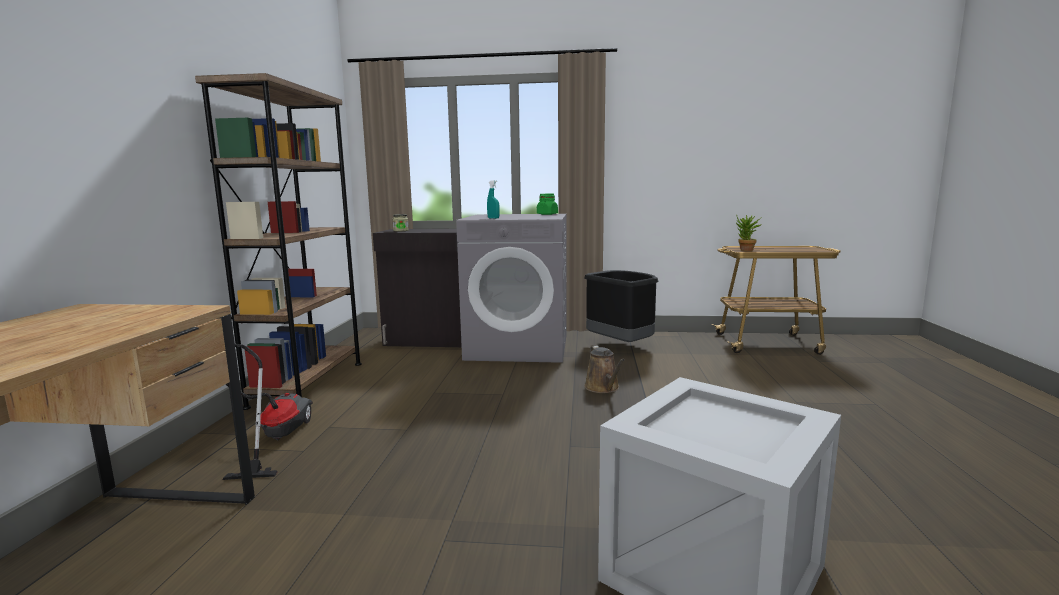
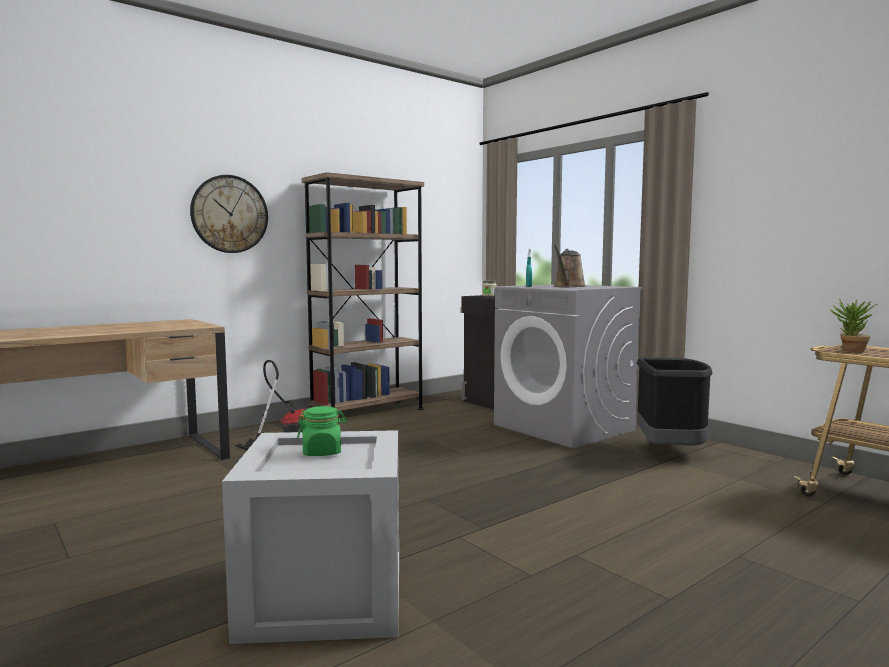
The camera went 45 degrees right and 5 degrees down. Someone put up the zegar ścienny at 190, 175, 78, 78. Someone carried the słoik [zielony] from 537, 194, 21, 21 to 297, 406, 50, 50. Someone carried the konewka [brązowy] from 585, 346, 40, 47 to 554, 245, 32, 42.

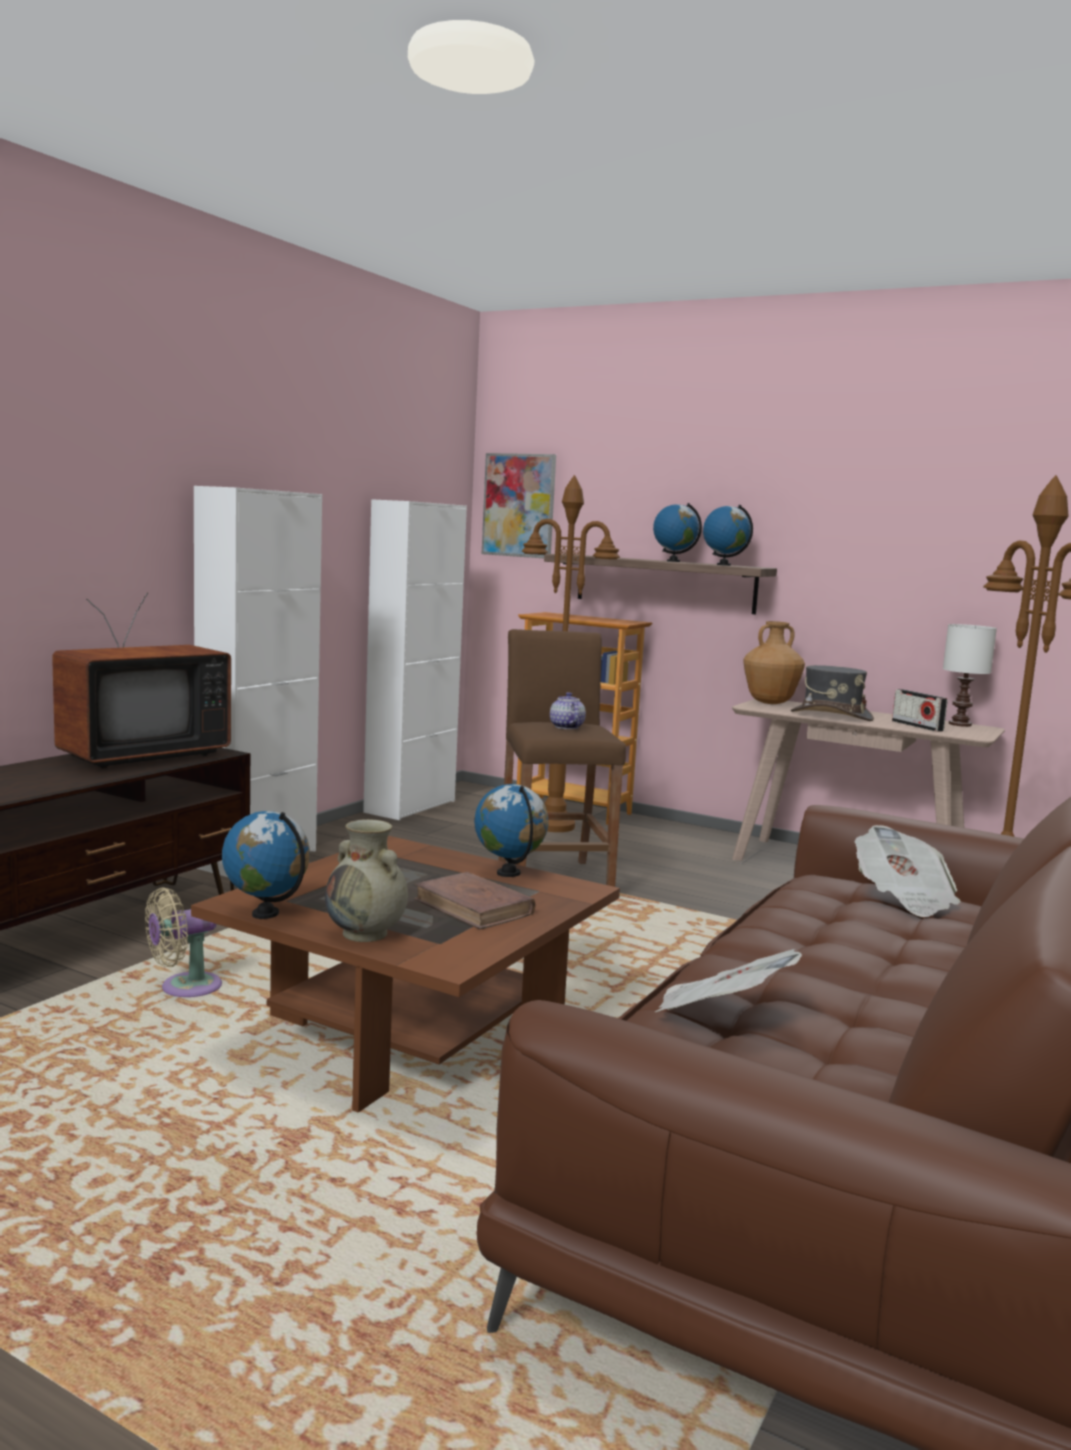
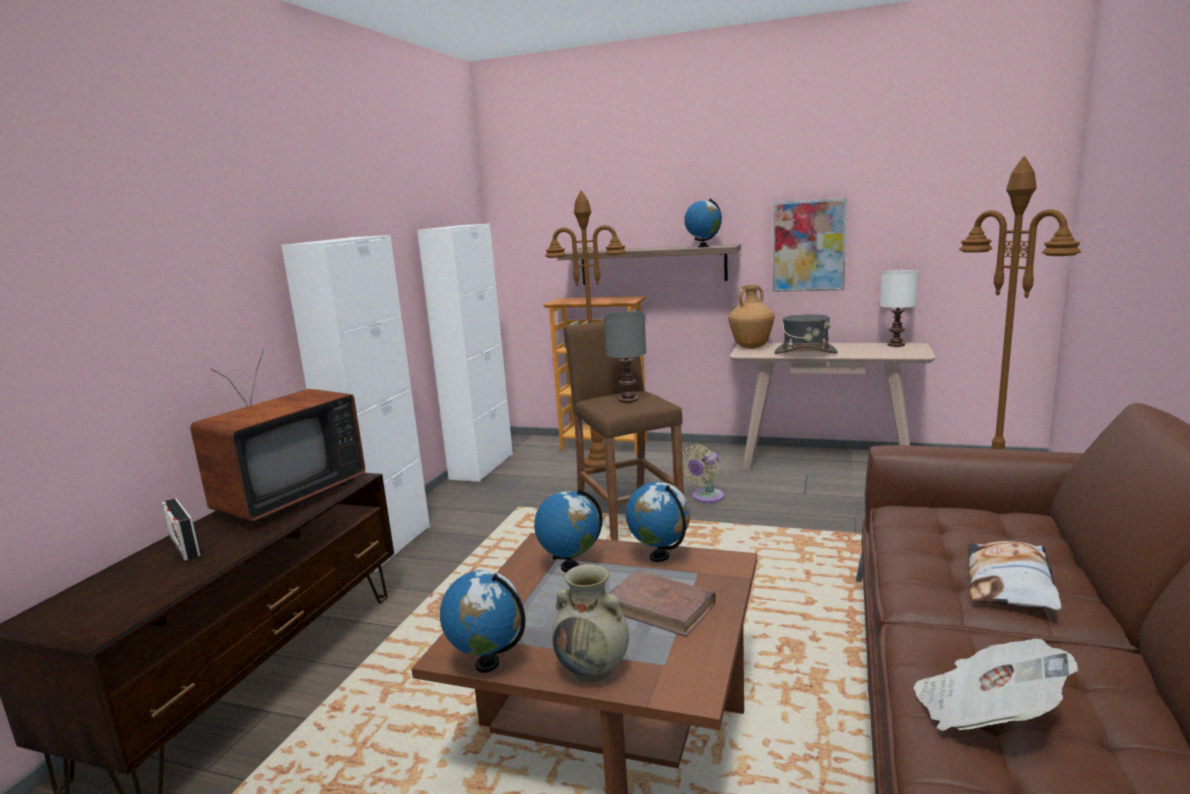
The camera went 10 degrees left and 5 degrees up. Someone took away the gazeta at 855, 825, 106, 92. Someone put down the poduszka at 968, 541, 93, 69. Someone carried the wentylator [beżowy] from 145, 887, 77, 110 to 682, 445, 42, 58. Someone carried the obraz from 482, 453, 74, 105 to 773, 198, 74, 94. Someone carried the globus from 653, 503, 49, 59 to 534, 489, 69, 83. Someone carried the radio from 892, 689, 56, 43 to 162, 498, 39, 63. Someone swapped the imbryk at 550, 692, 36, 37 for the lampa stołowa [szary] at 604, 311, 42, 92.

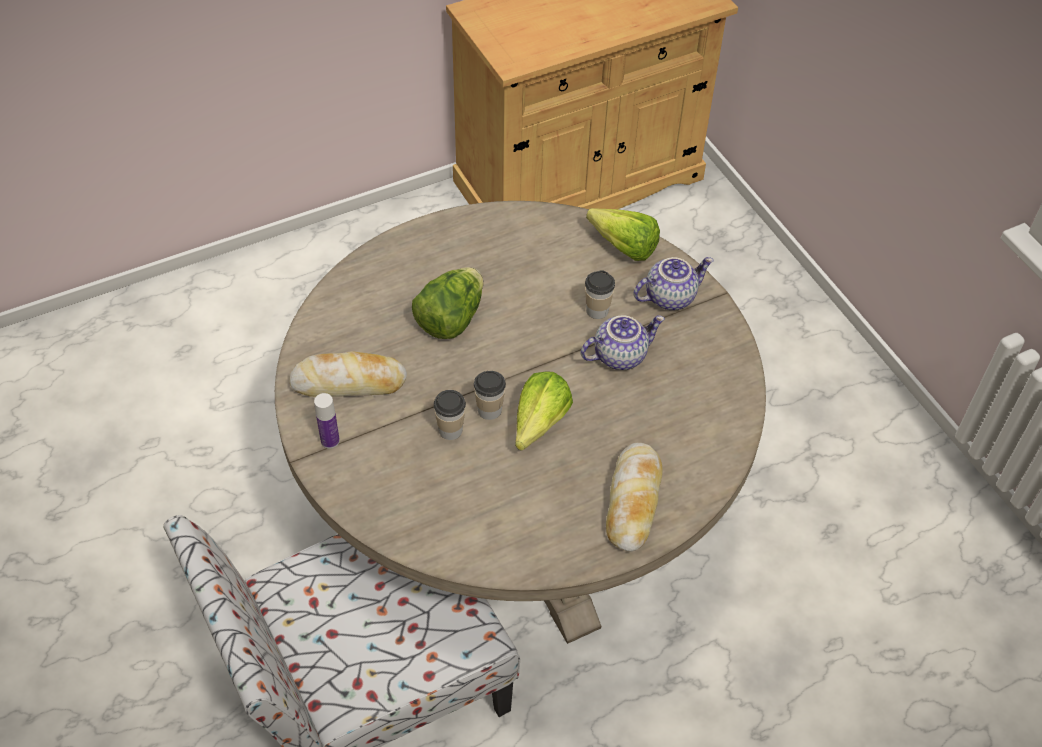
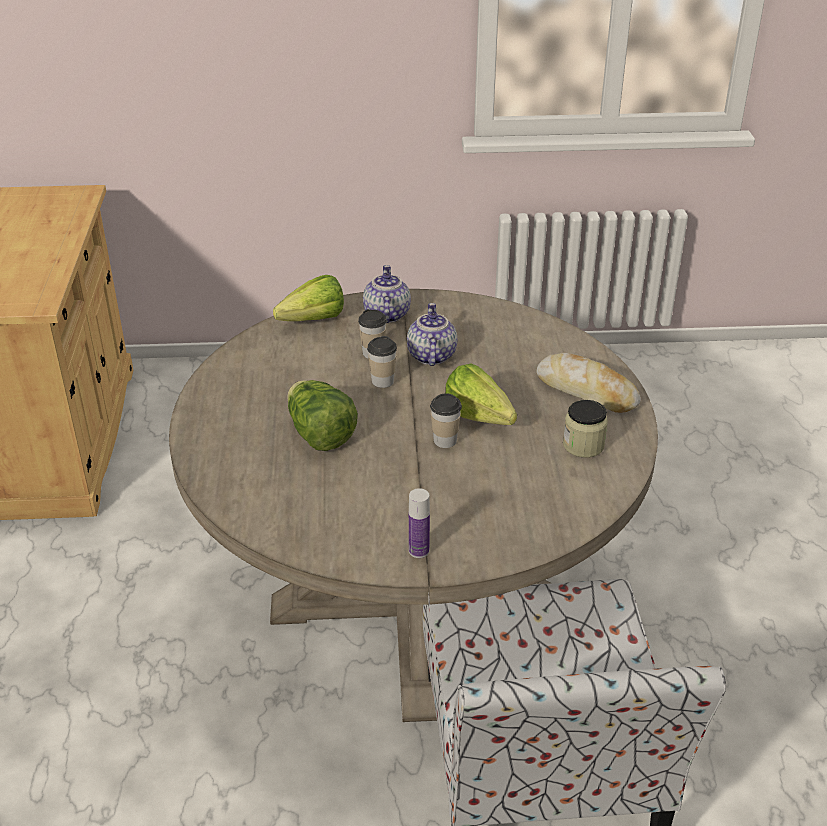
The camera went 65 degrees left and 15 degrees down. Someone took away the chleb at 289, 351, 118, 46. Someone put down the słoik at 563, 400, 45, 58. Someone carried the filiżanka from 433, 390, 33, 50 to 367, 336, 30, 52.

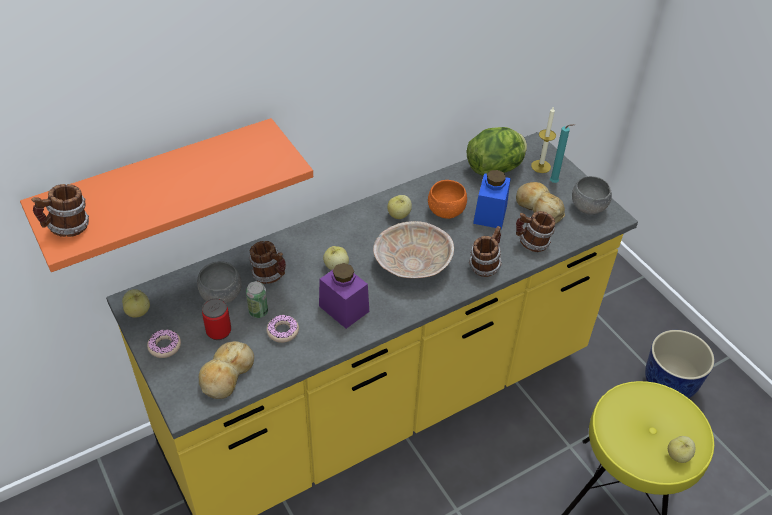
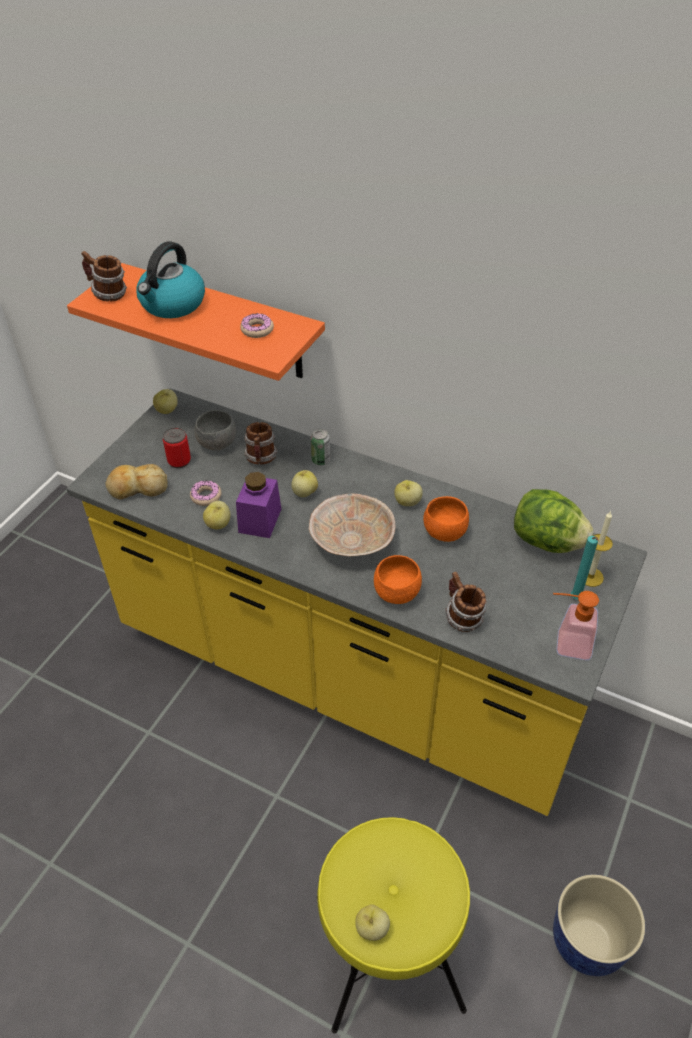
The camera went 60 degrees right and 0 degrees up. Someone took away the słoik [niebieski] at 473, 170, 38, 59. Someone took away the chleb at 516, 182, 49, 42. Someone put down the czajnik at 136, 241, 69, 77. Someone put down the jabłko at 203, 501, 28, 28. Someone carried the donut from 147, 330, 34, 28 to 240, 313, 34, 25. Someone carried the puszka from 246, 281, 22, 37 to 311, 429, 19, 36. Someone swapped the kubek at 469, 226, 33, 51 for the miska [pomarańczowy] at 374, 555, 48, 49. Someone swapped the miska [szary] at 572, 176, 40, 39 for the dozownik mydła at 553, 591, 46, 69.

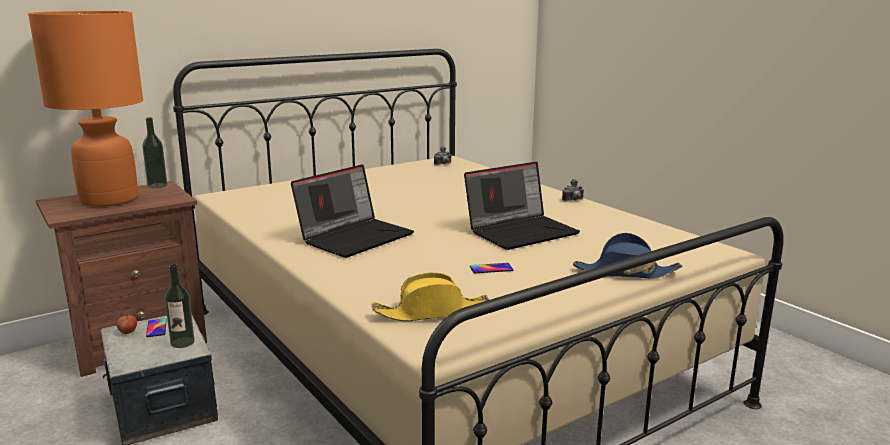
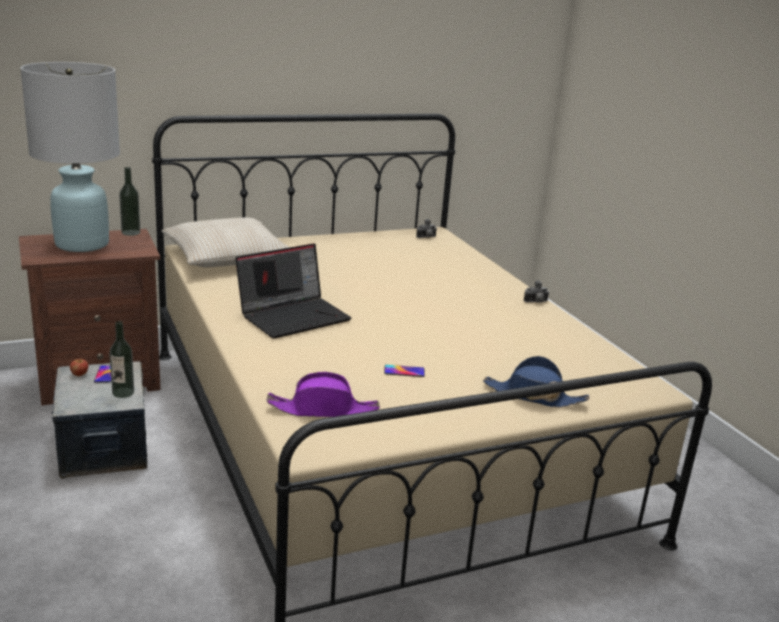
The camera went 10 degrees right and 5 degrees up. Someone took away the laptop at 464, 162, 116, 88. Someone put down the poduszka [beżowy] at 162, 217, 128, 50. Someone repainted the lampa stołowa [pomarańczowy] at 28, 11, 115, 196, which became the lampa stołowa [biały] at 20, 62, 100, 190. Someone repainted the kapelusz [żółty] at 372, 273, 118, 49, which became the kapelusz [fioletowy] at 267, 372, 113, 45.

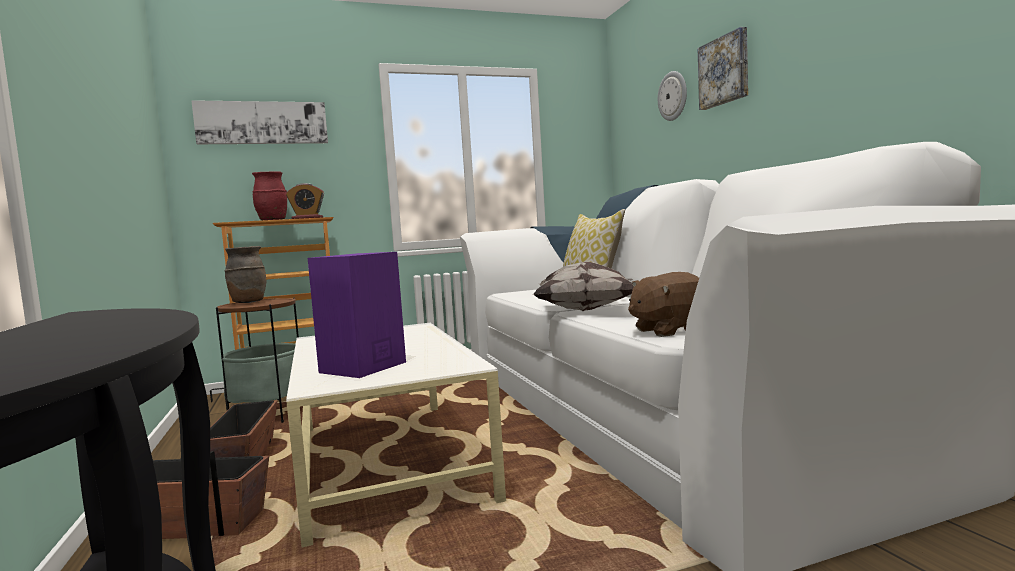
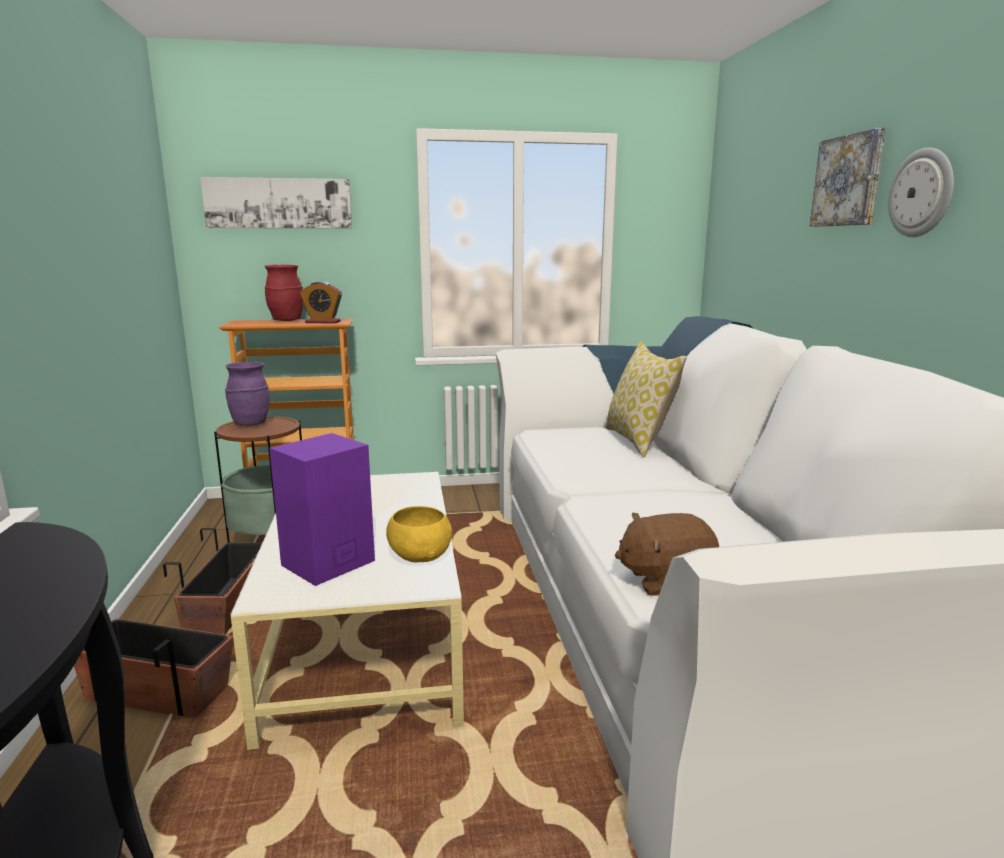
The camera went 10 degrees right and 10 degrees up. Someone took away the poduszka at 534, 262, 100, 50. Someone put down the miska [żółty] at 386, 506, 66, 56. Someone carried the zegar ścienny from 658, 71, 29, 50 to 888, 147, 66, 90. Someone repainted the wazon [brązowy] at 224, 246, 42, 57, which became the wazon [fioletowy] at 225, 362, 45, 64.

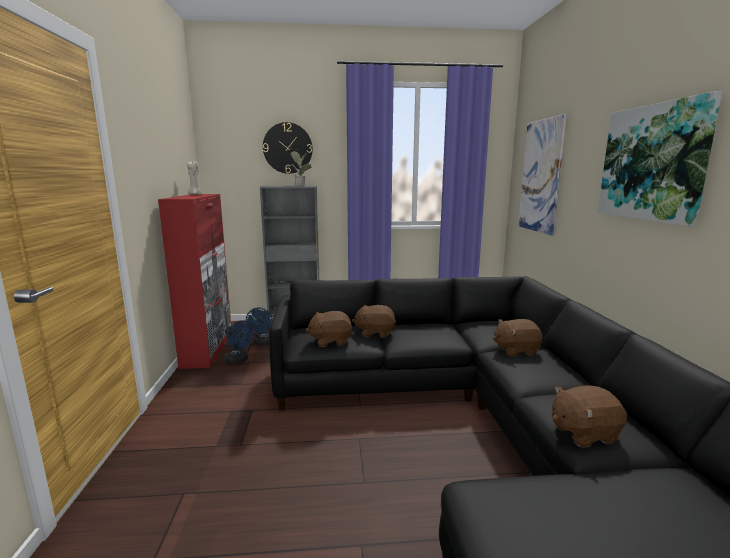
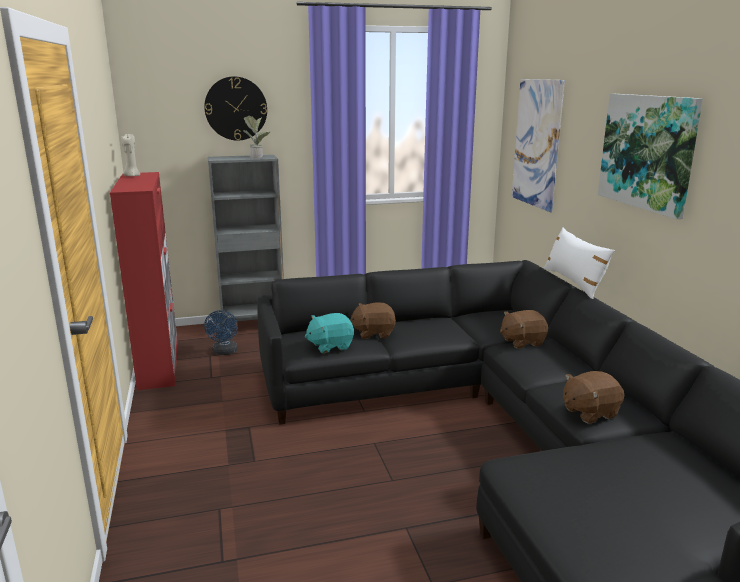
The camera went 10 degrees left and 5 degrees up. Someone took away the wentylator [niebieski] at 224, 320, 30, 44. Someone put down the poduszka [biały] at 543, 227, 72, 72. Someone repainted the pluszak [brązowy] at 306, 311, 46, 36, which became the pluszak [turkusowy] at 304, 313, 50, 40.

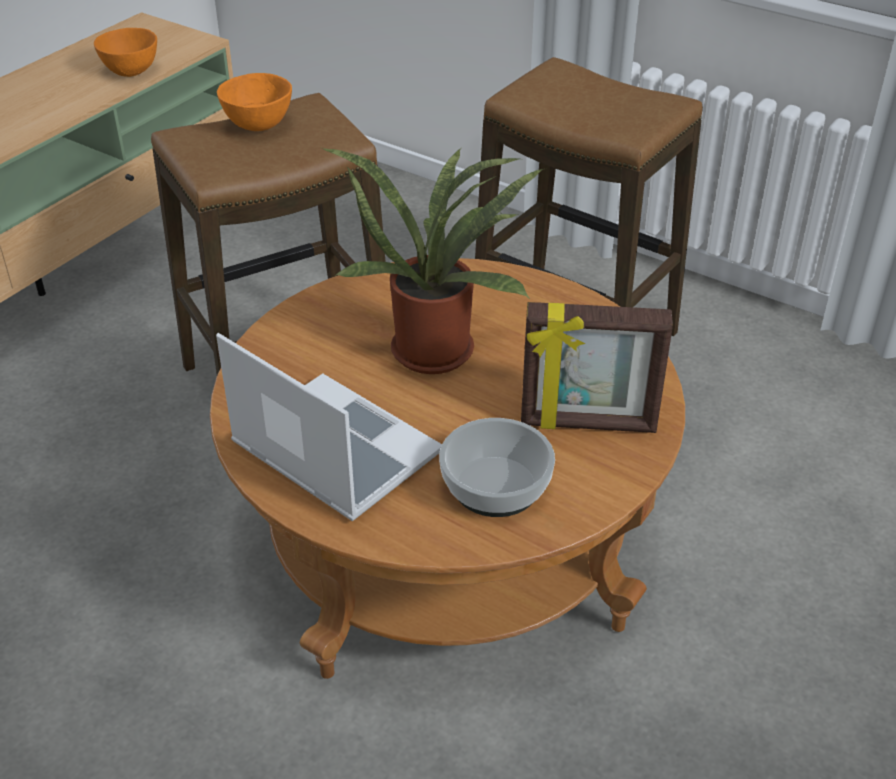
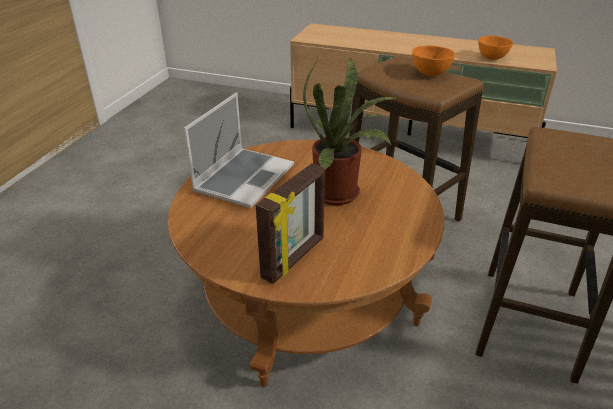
The camera went 75 degrees right and 5 degrees down. Someone took away the miska at 439, 418, 116, 99. Someone rotated the ramka na zdjęcie at 521, 302, 152, 131 by 135 degrees counterclockwise.

